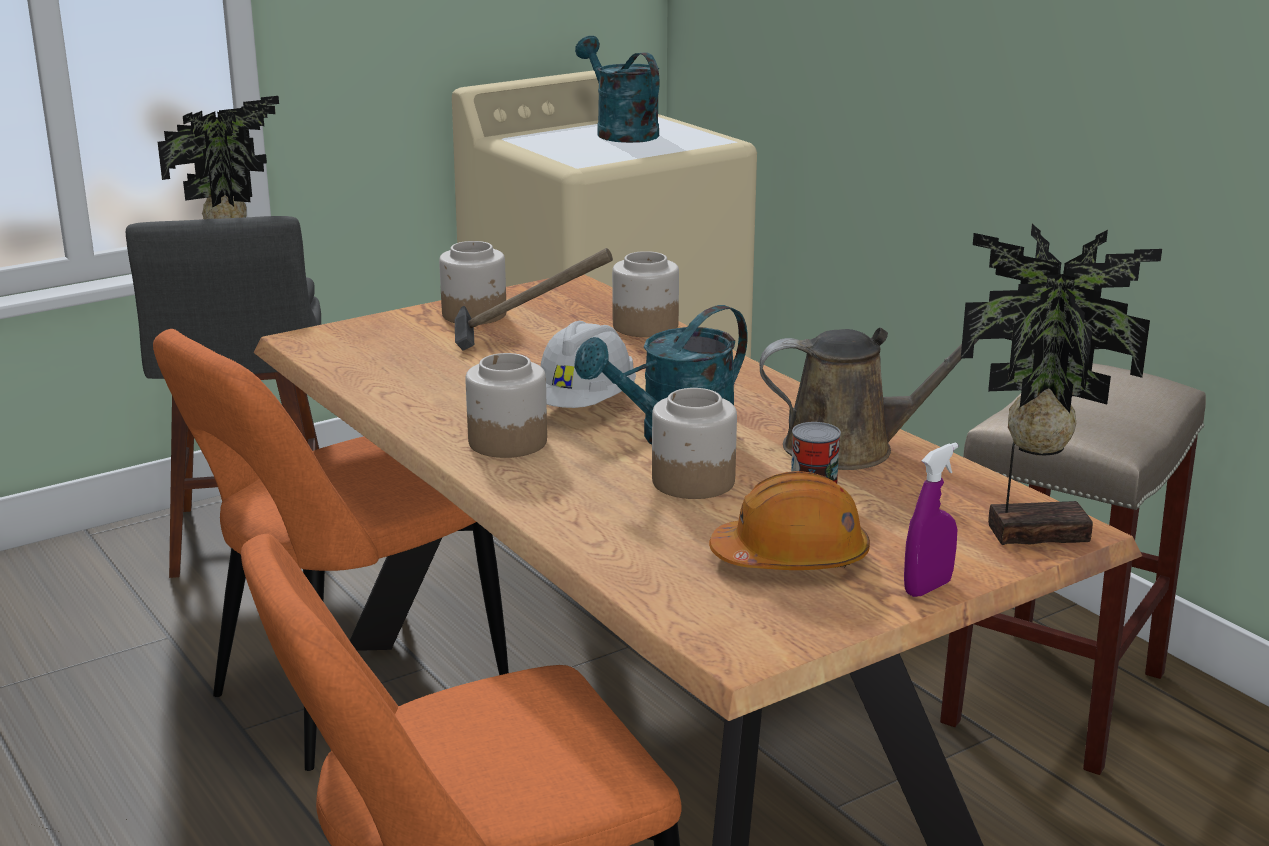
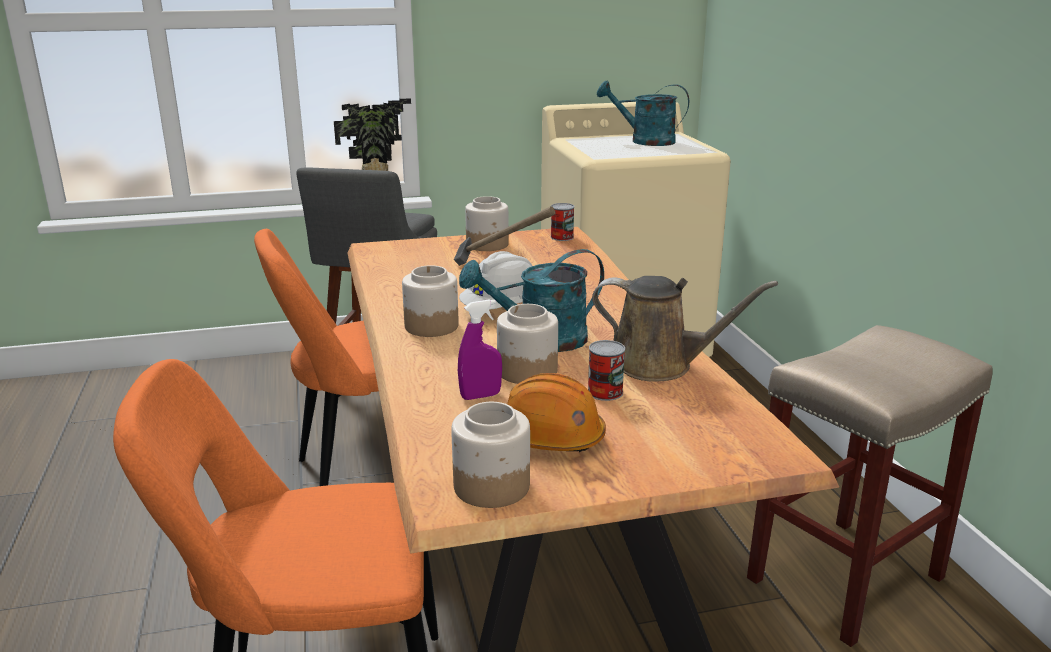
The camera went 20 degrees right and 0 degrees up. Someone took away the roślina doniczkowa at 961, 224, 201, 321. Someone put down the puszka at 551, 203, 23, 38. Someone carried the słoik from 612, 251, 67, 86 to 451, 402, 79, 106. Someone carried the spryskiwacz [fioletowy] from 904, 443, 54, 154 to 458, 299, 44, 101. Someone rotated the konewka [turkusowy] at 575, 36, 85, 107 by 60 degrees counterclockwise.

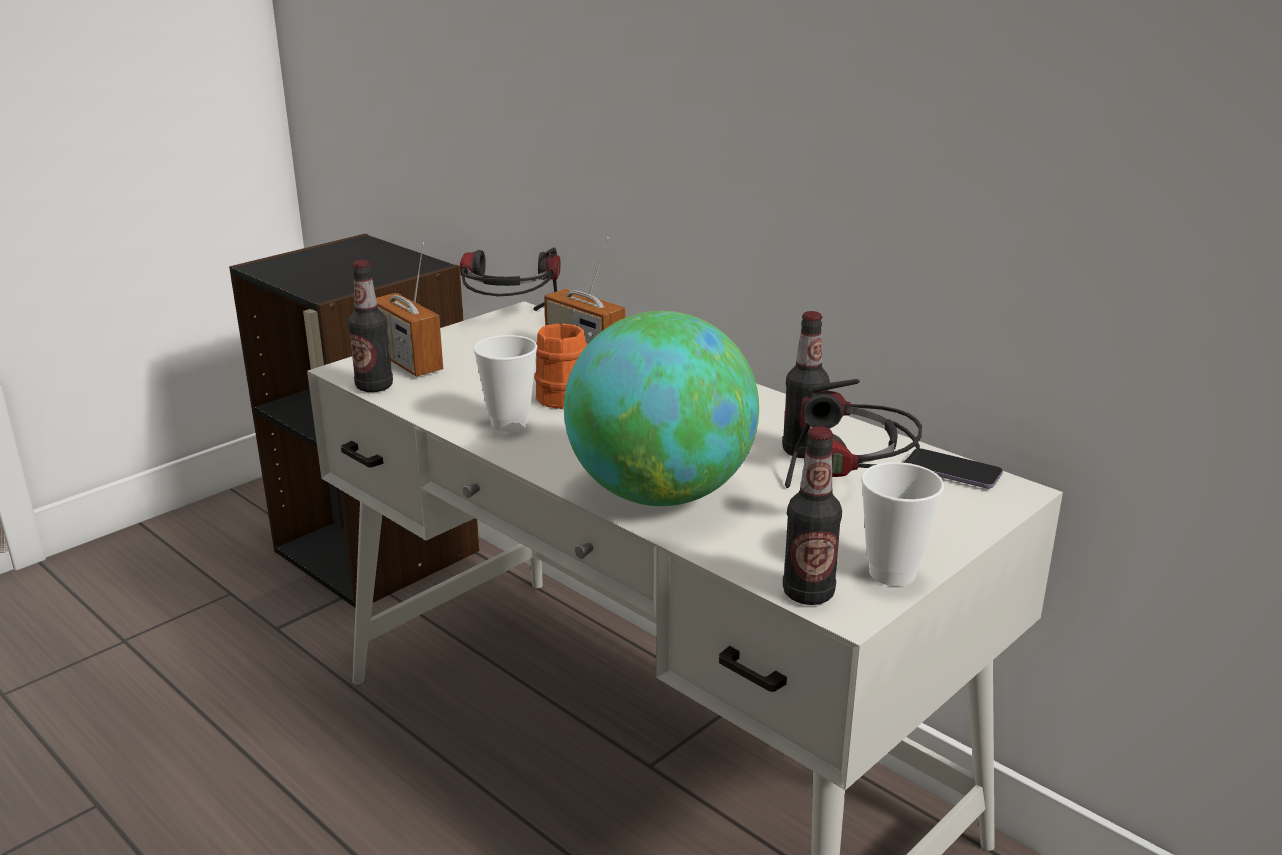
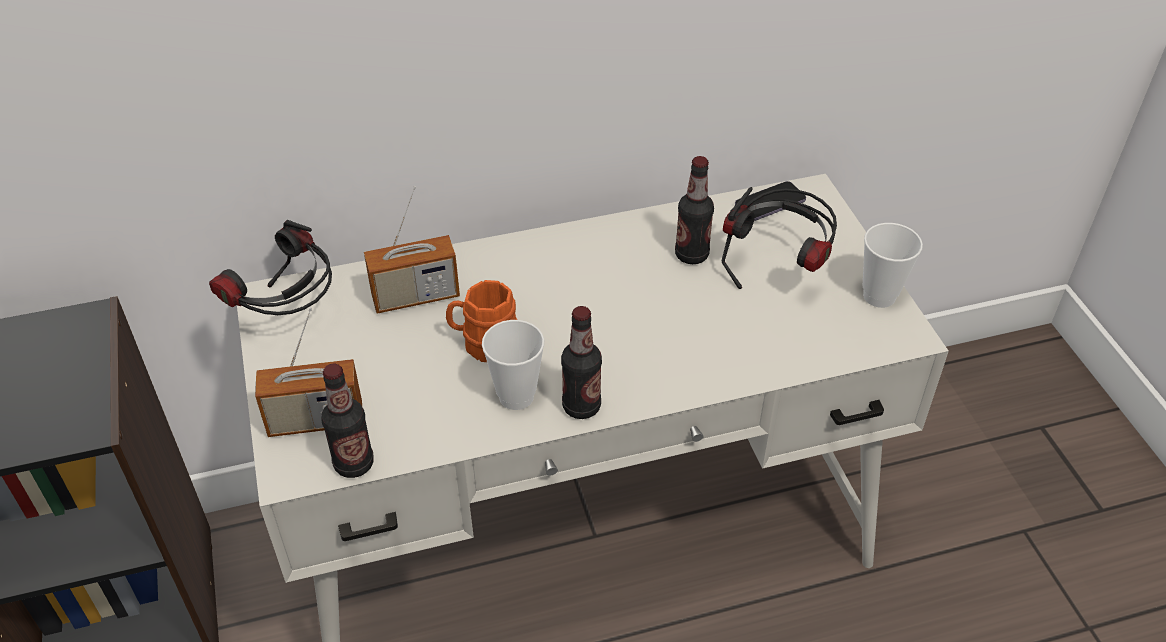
The camera went 60 degrees left and 20 degrees up. Someone took away the globus at 564, 311, 195, 195. Someone carried the butelka from 783, 426, 59, 179 to 561, 306, 41, 113.

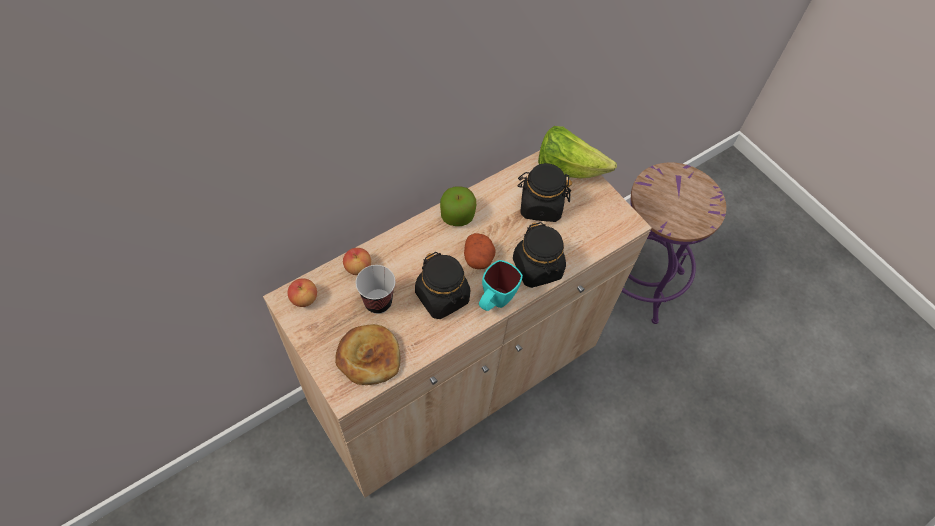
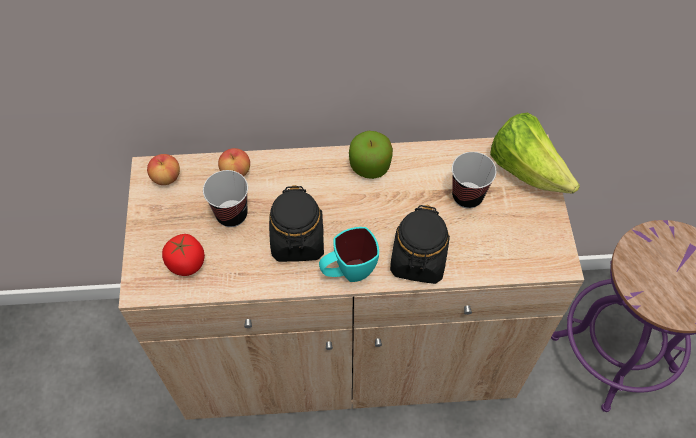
The camera went 35 degrees right and 0 degrees up. Someone took away the ziemniak at 464, 233, 31, 36. Someone swapped the chleb at 335, 324, 66, 61 for the pomidor at 162, 234, 43, 42. Someone swapped the słoik [czarny] at 517, 163, 55, 59 for the filiżanka at 452, 152, 44, 57.

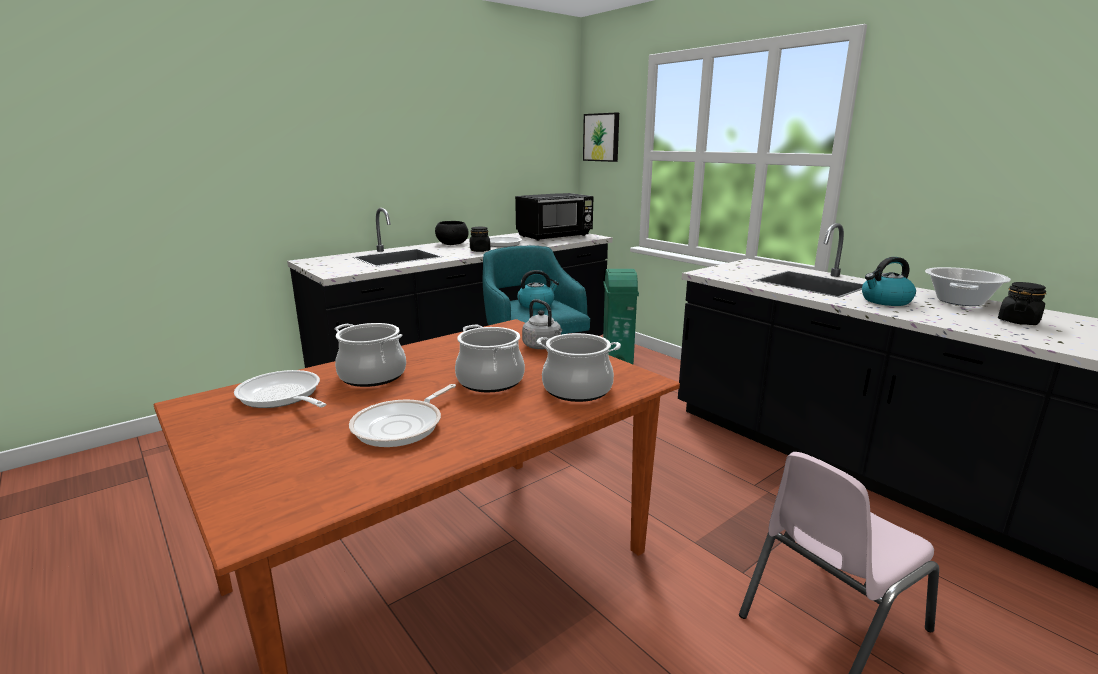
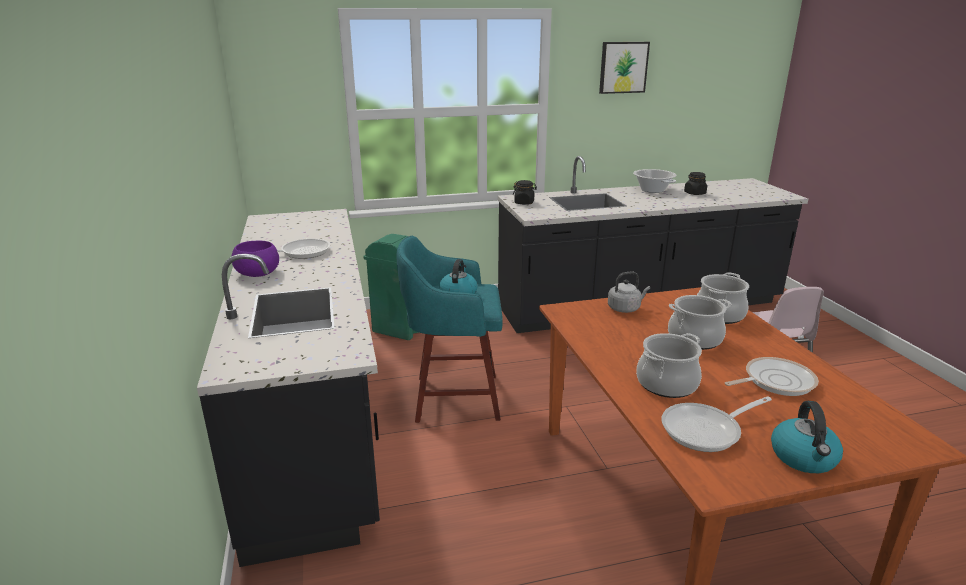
The camera went 65 degrees left and 5 degrees up. Someone took away the mikrofalówka [czarny] at 515, 193, 78, 48. Someone carried the słoik [czarny] from 470, 227, 21, 25 to 513, 180, 24, 25. Someone carried the obraz from 583, 113, 36, 49 to 599, 42, 51, 52. Someone carried the czajnik from 862, 257, 54, 49 to 771, 401, 72, 72. Someone repainted the miska [czarny] at 435, 221, 34, 24, which became the miska [fioletowy] at 232, 241, 47, 36. Someone rotated the patelnia at 349, 384, 107, 63 by 75 degrees counterclockwise.

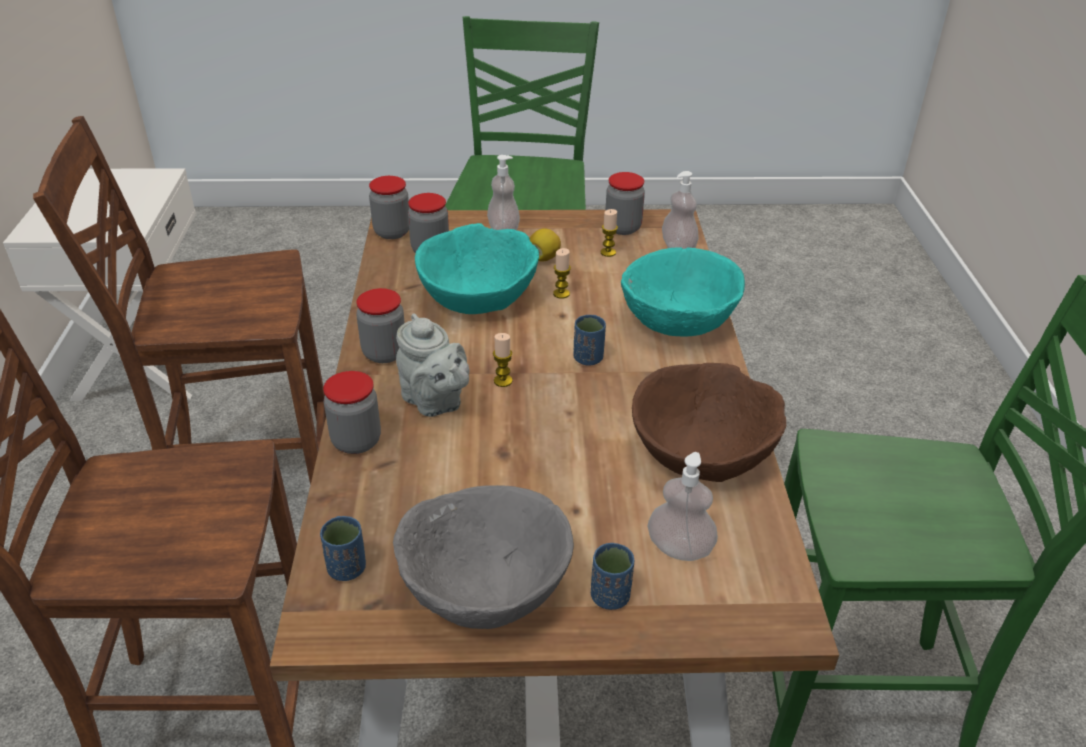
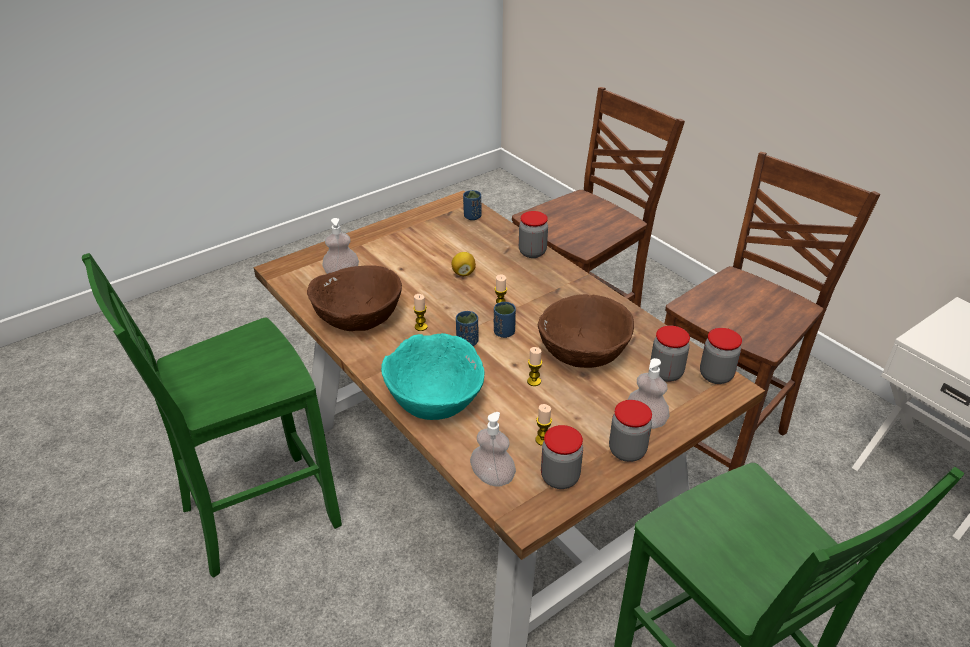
The camera went 145 degrees right and 0 degrees up. Someone took away the miska [szary] at 393, 485, 181, 144. Someone took away the imbryk [szary] at 396, 313, 74, 104. Someone put down the świeca at 413, 294, 15, 37. Someone carried the słoik from 356, 288, 49, 75 to 609, 400, 43, 62. Someone carried the cytryna from 530, 228, 31, 34 to 451, 252, 25, 24. Someone carried the filiżanka [niebieski] from 591, 543, 43, 67 to 494, 302, 22, 36. Someone repainted the miska [turkusowy] at 415, 223, 124, 91, which became the miska [brązowy] at 538, 294, 96, 74.

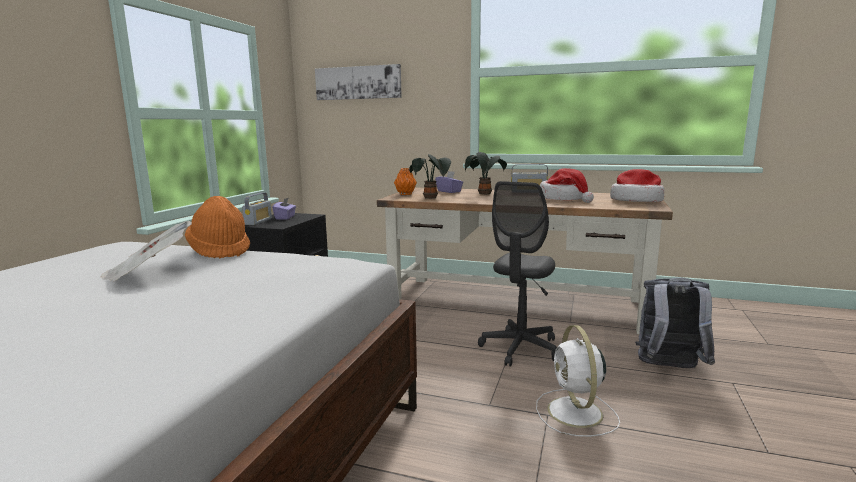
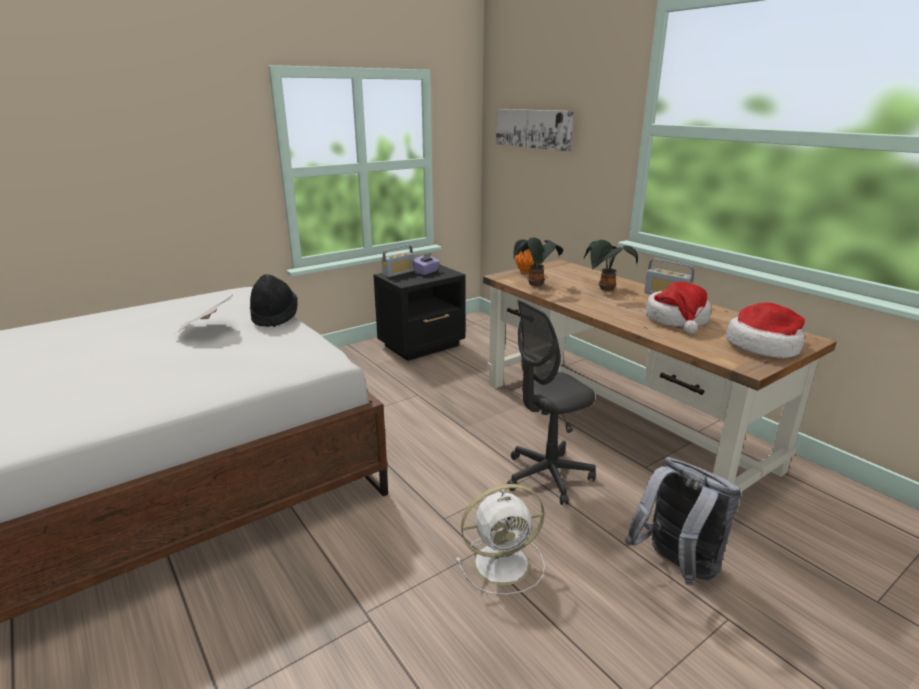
The camera went 35 degrees right and 10 degrees up. Someone took away the pudełko chusteczek [fioletowy] at 435, 171, 29, 22. Someone repainted the kapelusz [pomarańczowy] at 185, 196, 65, 63, which became the kapelusz [czarny] at 250, 274, 48, 53. Someone rotated the wentylator [biały] at 536, 325, 84, 112 by 135 degrees counterclockwise.

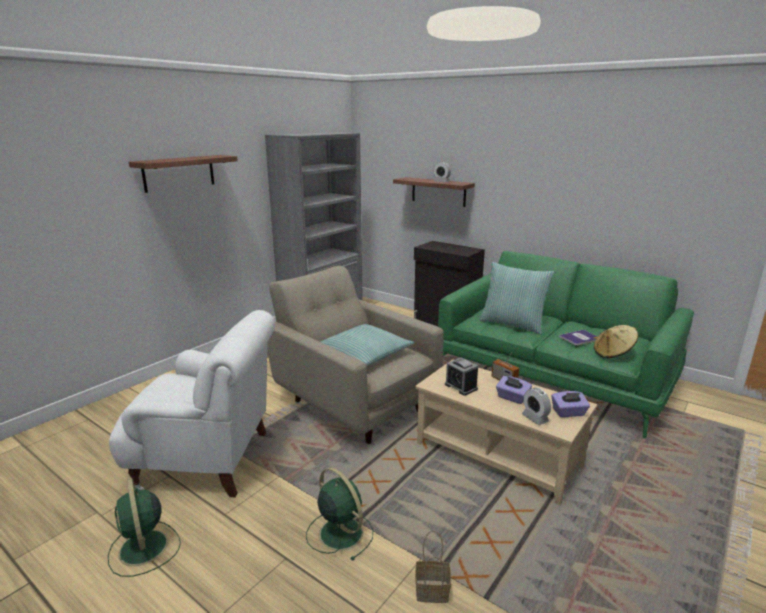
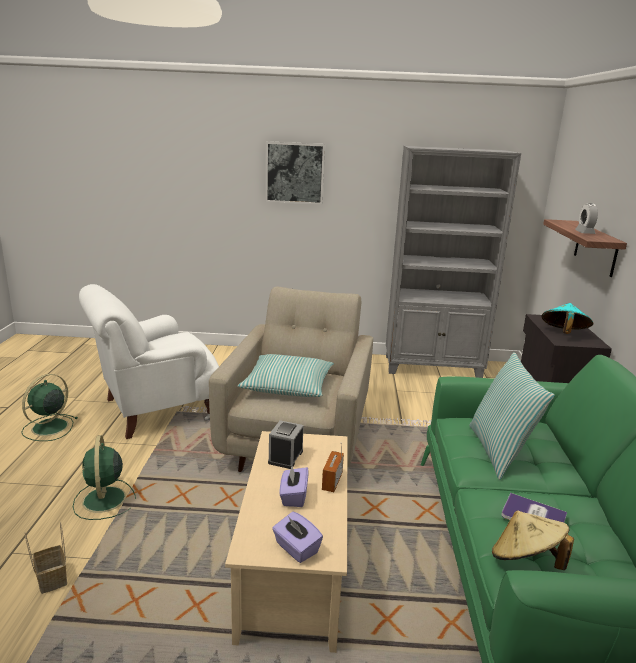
The camera went 55 degrees right and 0 degrees up. Someone took away the budzik at 522, 388, 29, 37. Someone put down the kapelusz [turkusowy] at 541, 303, 52, 31. Someone swapped the półka at 129, 155, 109, 38 for the obraz at 265, 141, 60, 64. Someone rotated the fotel [biały] at 109, 310, 166, 187 by 90 degrees clockwise. Someone rotated the wentylator [zielony] at 306, 467, 67, 94 by 150 degrees clockwise.

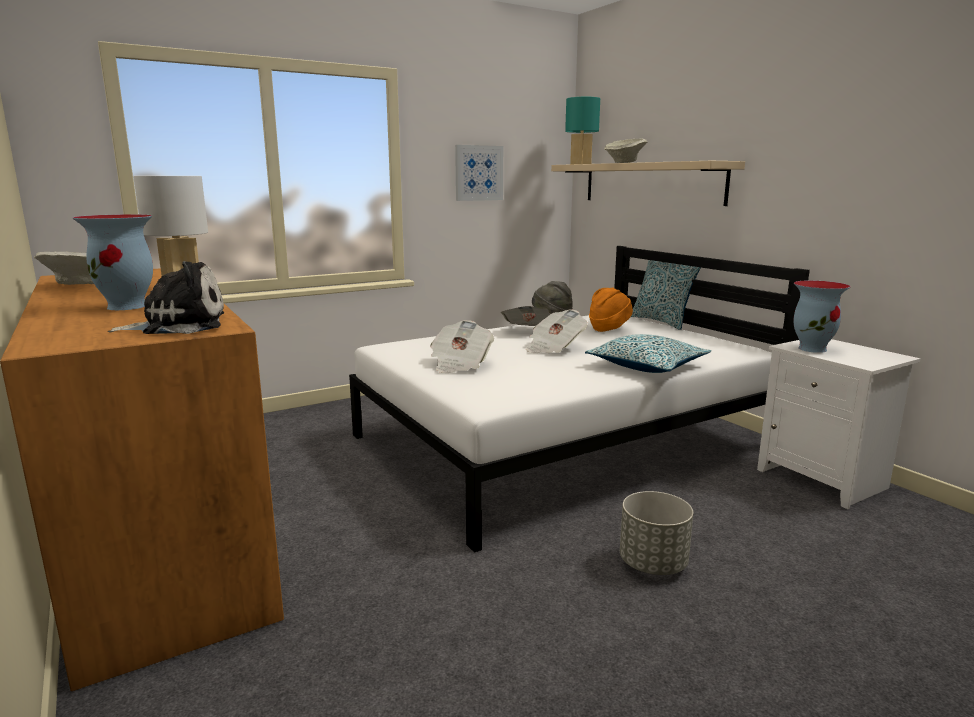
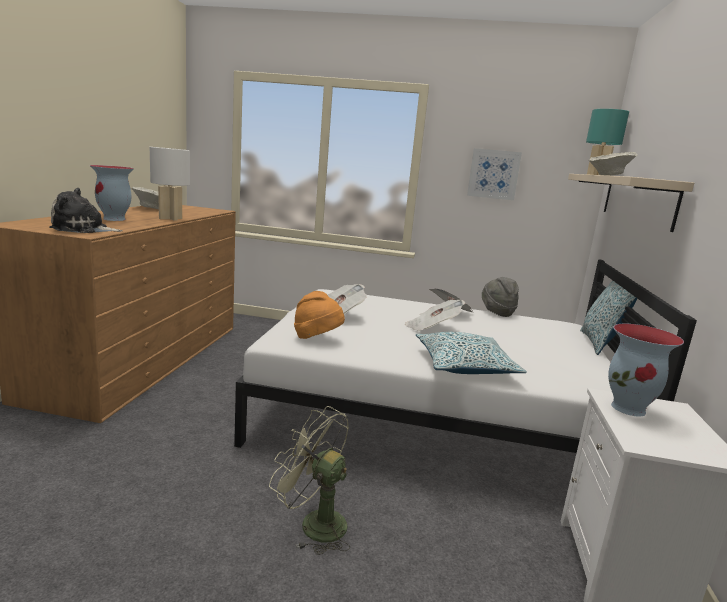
The camera went 40 degrees right and 0 degrees up. Someone carried the kapelusz [pomarańczowy] from 589, 288, 44, 44 to 294, 291, 51, 48. Someone swapped the donica [szary] at 620, 491, 73, 84 for the wentylator [zielony] at 269, 406, 81, 149. Someone rotated the pluszak at 108, 261, 116, 73 by 150 degrees clockwise.

